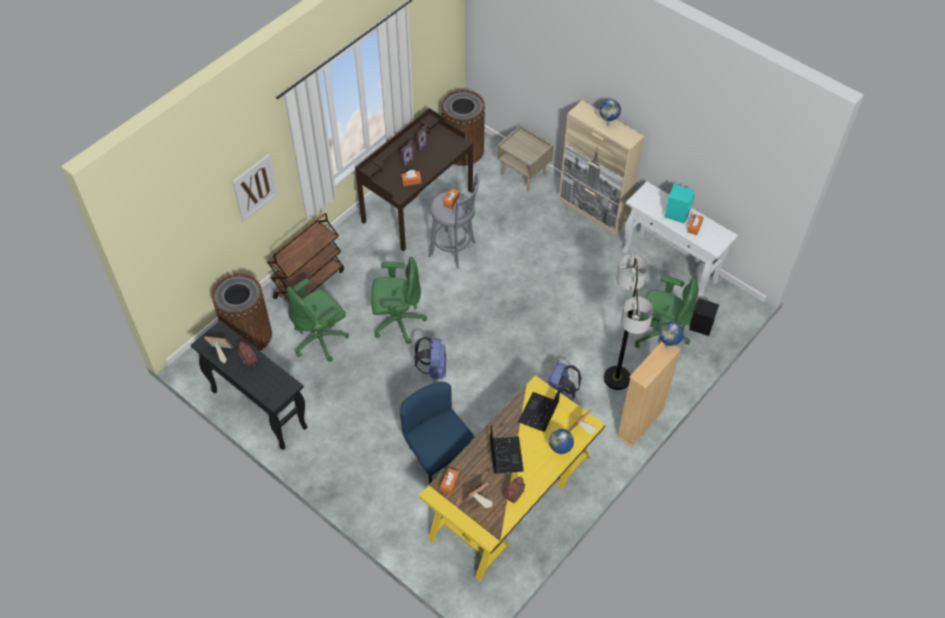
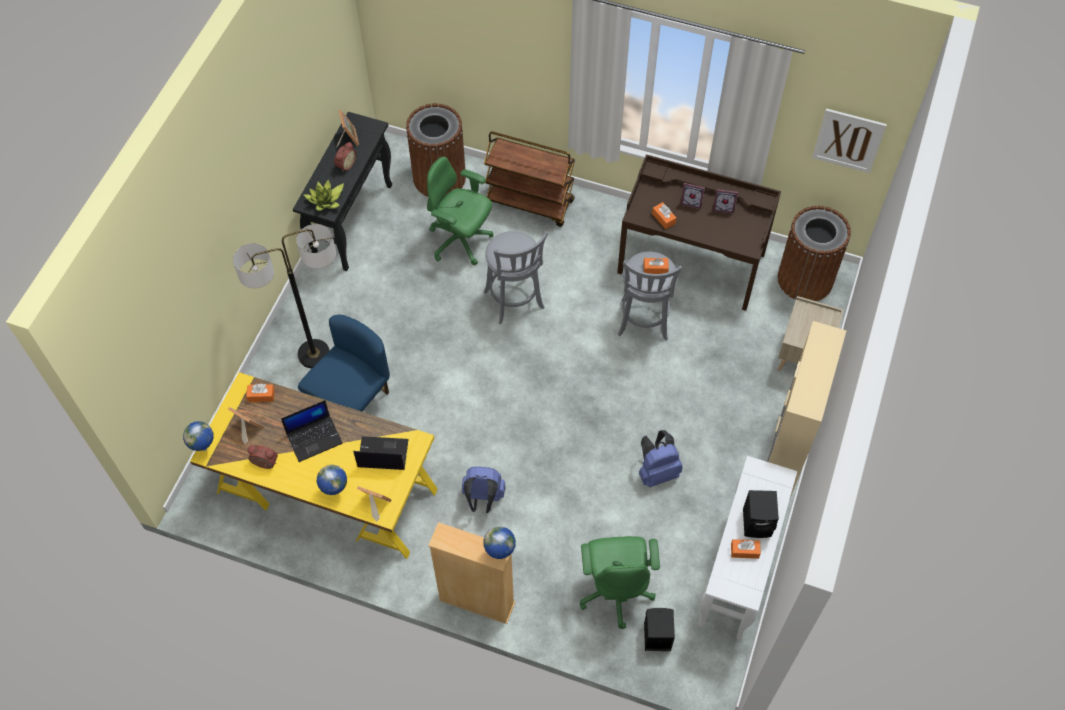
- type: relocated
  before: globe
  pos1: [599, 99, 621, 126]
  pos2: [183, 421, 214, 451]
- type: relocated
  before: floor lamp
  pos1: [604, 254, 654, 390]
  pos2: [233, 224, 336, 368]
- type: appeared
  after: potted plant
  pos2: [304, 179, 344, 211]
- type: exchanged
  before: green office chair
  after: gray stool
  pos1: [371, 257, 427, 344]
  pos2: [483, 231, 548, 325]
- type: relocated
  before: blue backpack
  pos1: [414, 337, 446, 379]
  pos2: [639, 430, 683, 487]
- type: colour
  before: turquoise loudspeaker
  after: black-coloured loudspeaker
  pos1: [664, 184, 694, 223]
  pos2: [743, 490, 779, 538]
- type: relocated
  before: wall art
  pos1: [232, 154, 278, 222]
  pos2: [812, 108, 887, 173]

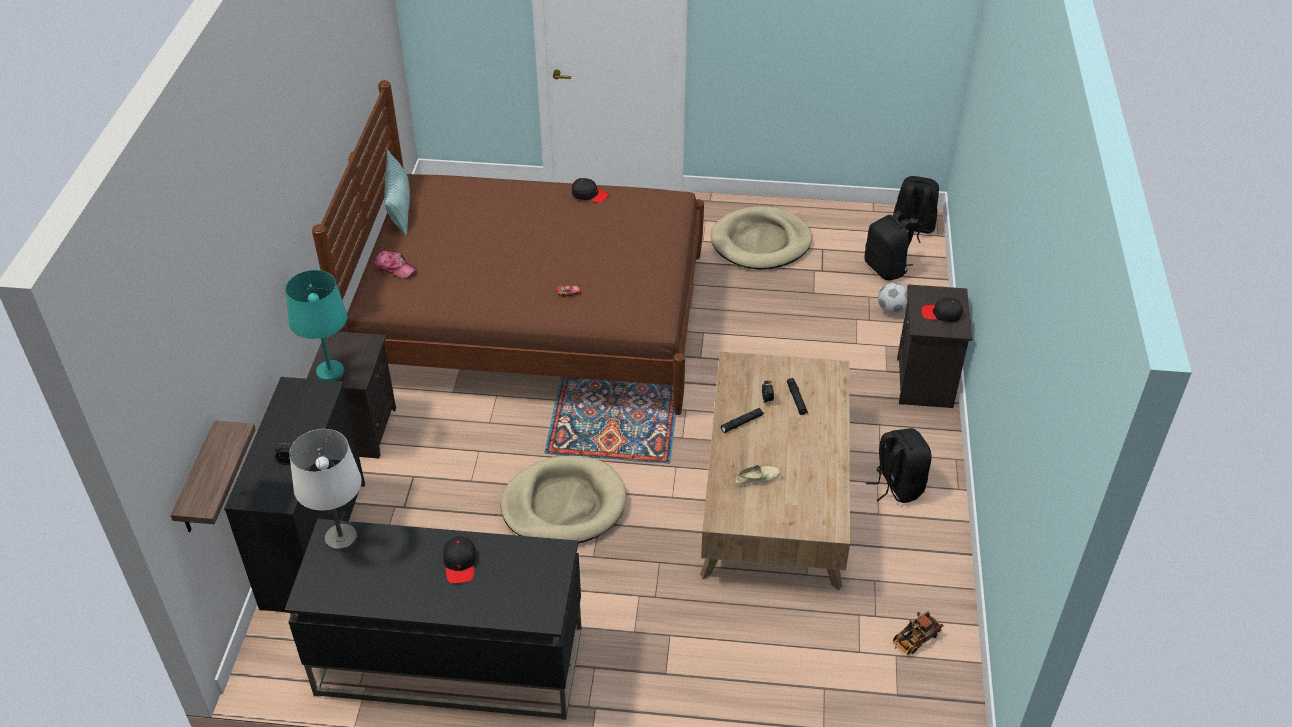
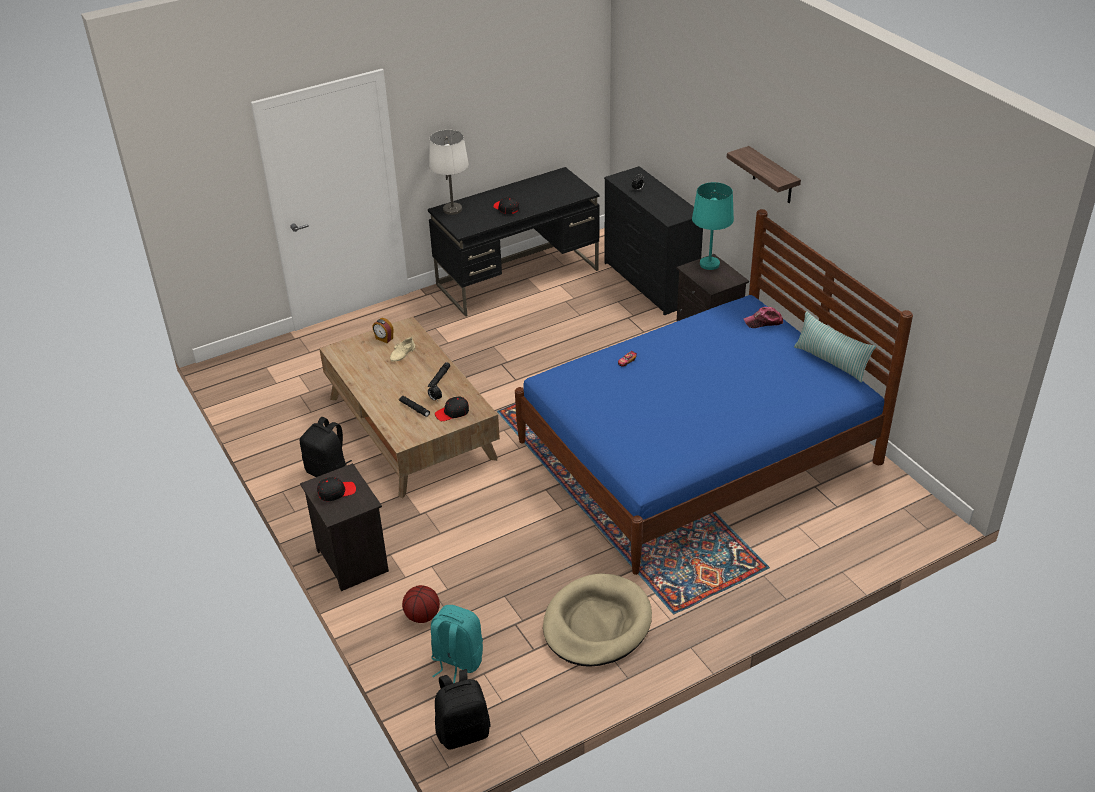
- type: appeared
  after: alarm clock
  pos2: [372, 318, 393, 343]
- type: exchanged
  before: football ball
  after: ball for basketball
  pos1: [878, 282, 908, 314]
  pos2: [402, 585, 440, 623]
- type: relocated
  before: white-coloured table lamp
  pos1: [289, 429, 362, 552]
  pos2: [429, 130, 469, 215]
- type: colour
  before: black-coloured backpack
  after: turquoise backpack
  pos1: [865, 211, 915, 280]
  pos2: [431, 605, 483, 683]
- type: relocated
  before: black-coloured peaked cap
  pos1: [572, 178, 608, 203]
  pos2: [435, 397, 469, 421]
- type: colour
  before: brown-coloured bedroom bed
  after: blue bedroom bed
  pos1: [312, 80, 704, 415]
  pos2: [515, 209, 913, 575]
- type: relocated
  before: wall shelf
  pos1: [170, 421, 256, 532]
  pos2: [727, 146, 801, 203]
- type: missing
  before: beige dog bed
  pos1: [501, 456, 626, 544]
- type: missing
  before: toy lorry
  pos1: [893, 611, 943, 655]

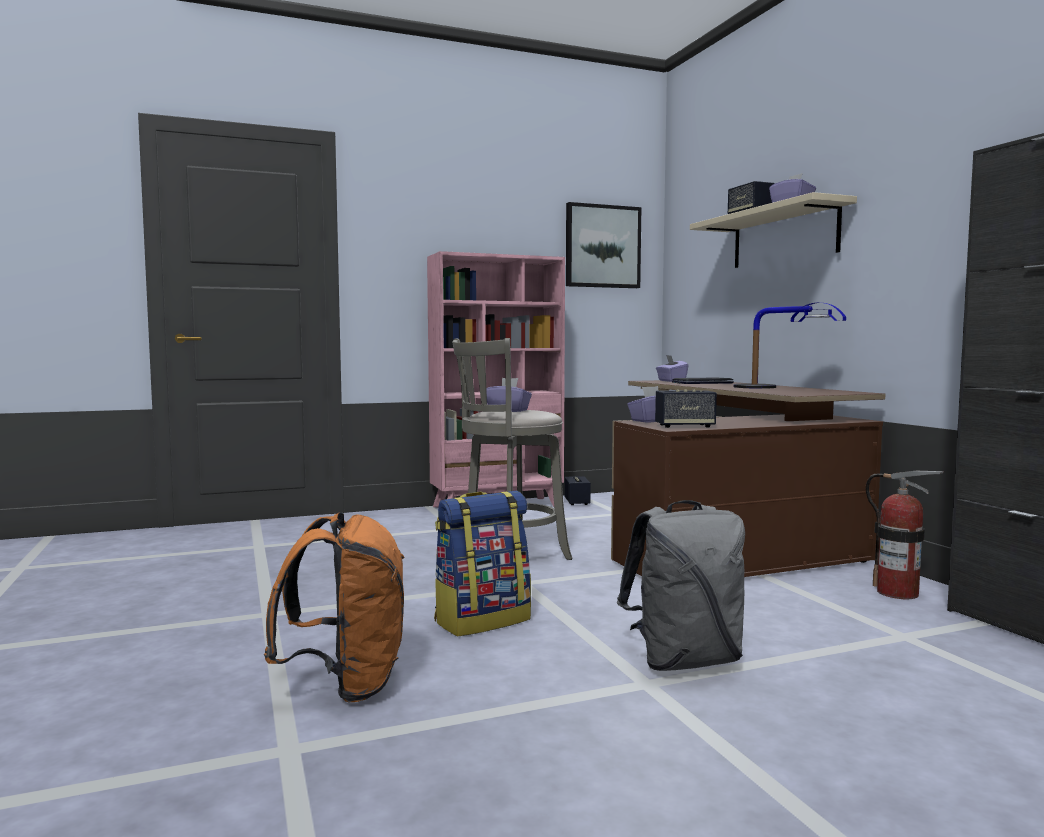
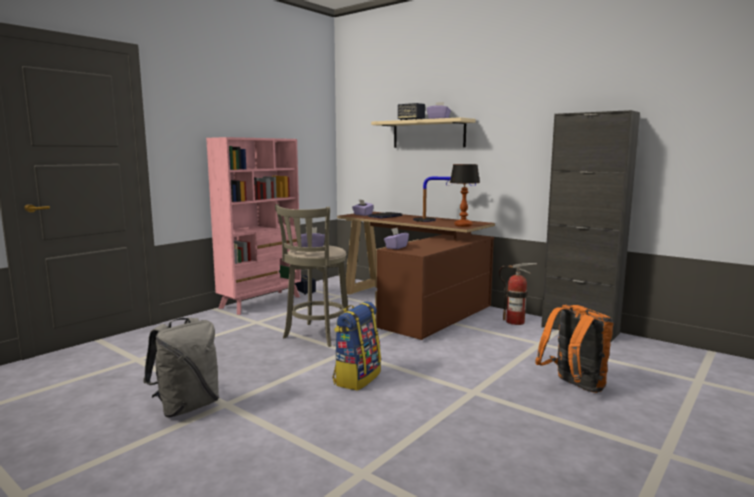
- type: relocated
  before: gray backpack
  pos1: [617, 500, 745, 671]
  pos2: [143, 318, 219, 418]
- type: appeared
  after: table lamp
  pos2: [450, 164, 480, 227]
- type: relocated
  before: orangey backpack
  pos1: [264, 512, 405, 702]
  pos2: [535, 305, 613, 393]
- type: missing
  before: wall art
  pos1: [566, 202, 641, 288]
- type: missing
  before: loudspeaker
  pos1: [655, 390, 717, 428]

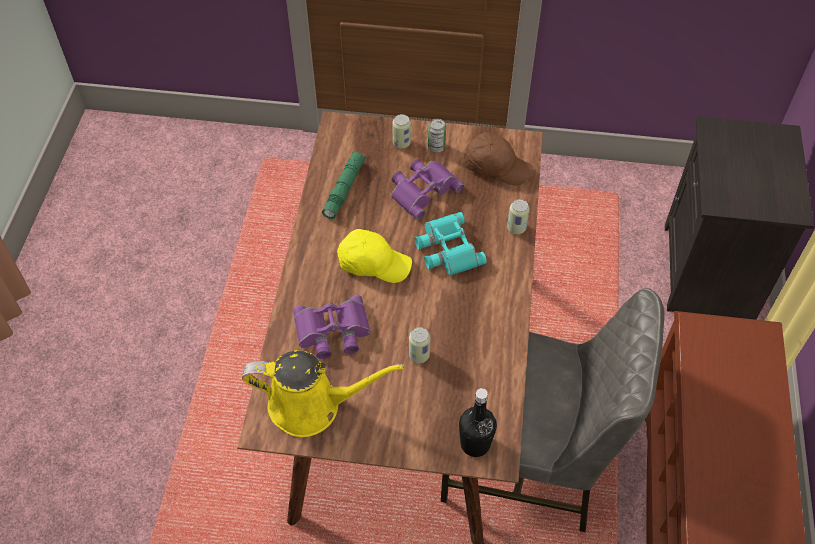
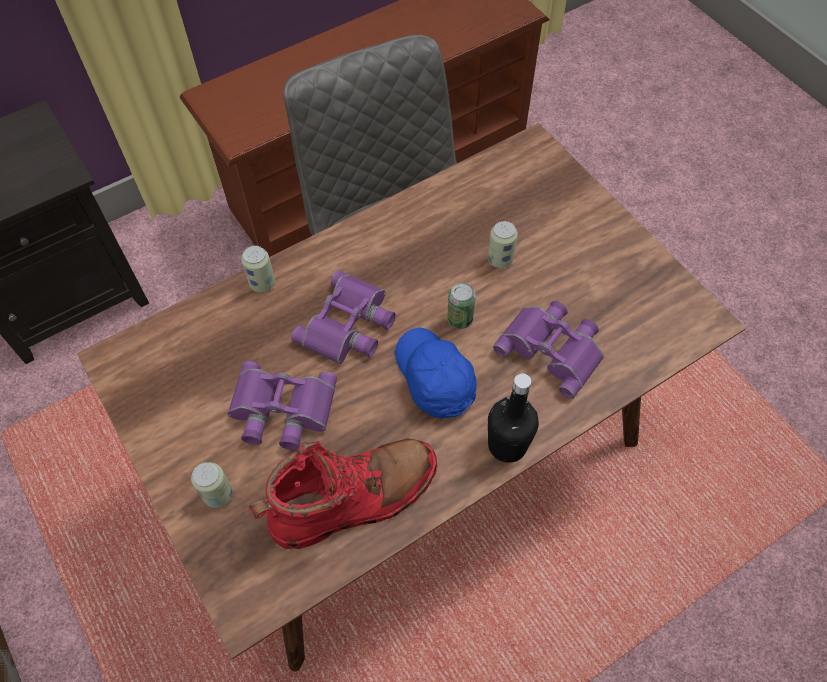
- type: exchanged
  before: green flashlight
  after: reddish high-top boot
  pos1: [322, 152, 366, 219]
  pos2: [249, 438, 437, 549]
- type: colour
  before: turquoise binoculars
  after: purplish binoculars
  pos1: [415, 212, 487, 276]
  pos2: [291, 270, 396, 364]
- type: colour
  before: yellowish peaked cap
  after: blue peaked cap
  pos1: [337, 229, 412, 283]
  pos2: [395, 328, 477, 418]
- type: relocated
  before: metal can
  pos1: [428, 119, 446, 152]
  pos2: [447, 282, 476, 329]
- type: relocated
  before: black-coloured drink bottle
  pos1: [459, 388, 497, 457]
  pos2: [488, 373, 539, 463]
- type: missing
  before: yellowish watering pot
  pos1: [242, 350, 404, 437]
- type: missing
  before: brown-coloured peaked cap
  pos1: [465, 132, 533, 186]

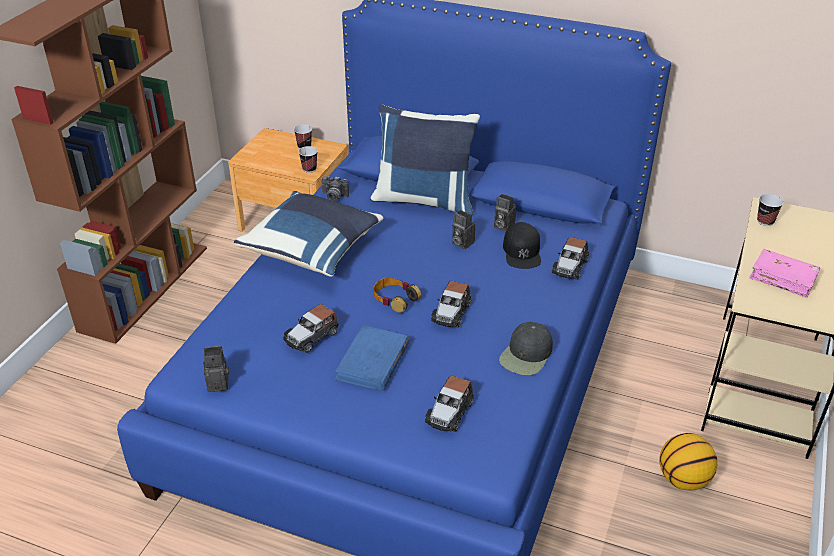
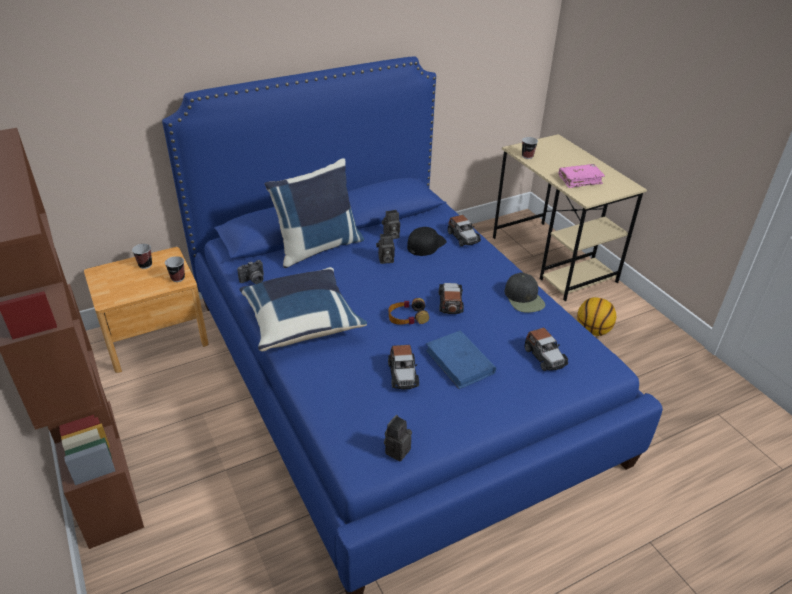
- type: spun
  before: black-coloured peaked cap
  pos1: [503, 222, 541, 269]
  pos2: [407, 227, 446, 256]
  turn: -90
- type: spun
  before: model car
  pos1: [431, 281, 471, 328]
  pos2: [439, 283, 464, 314]
  turn: -150

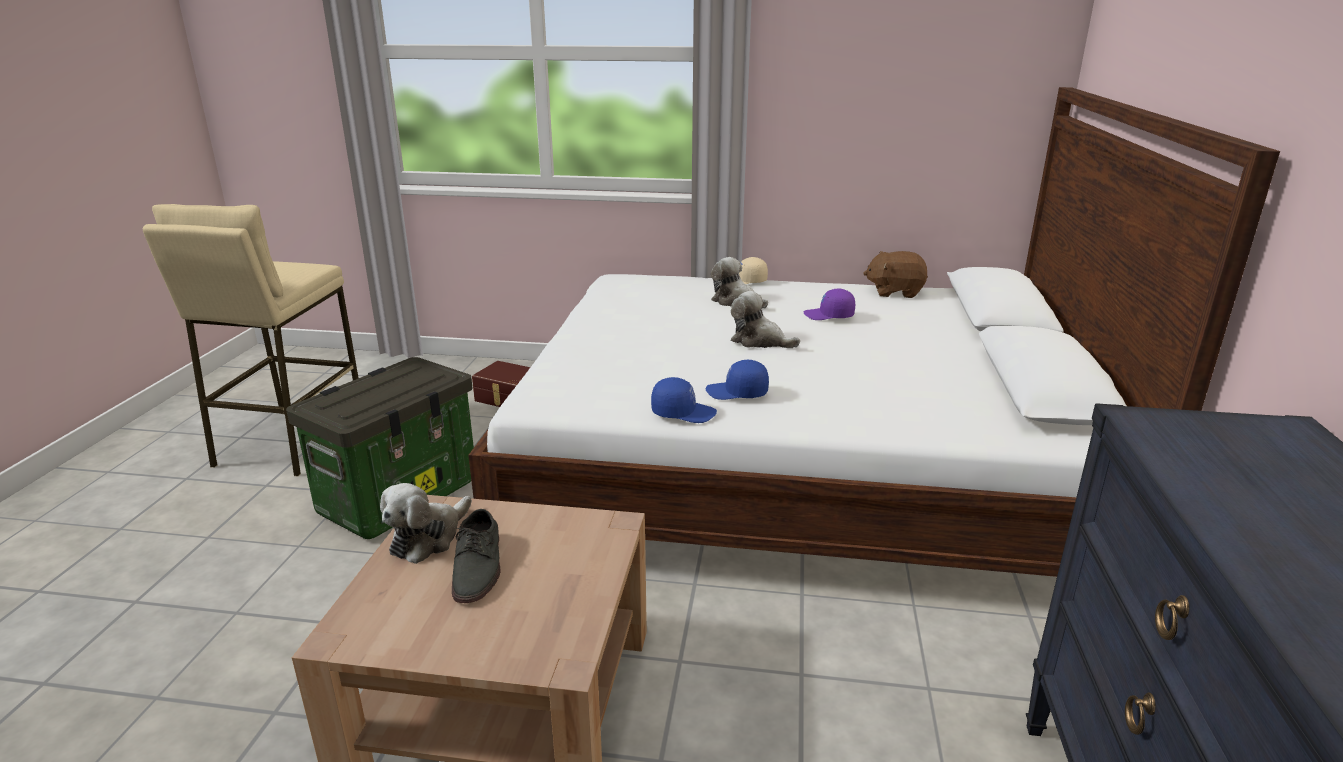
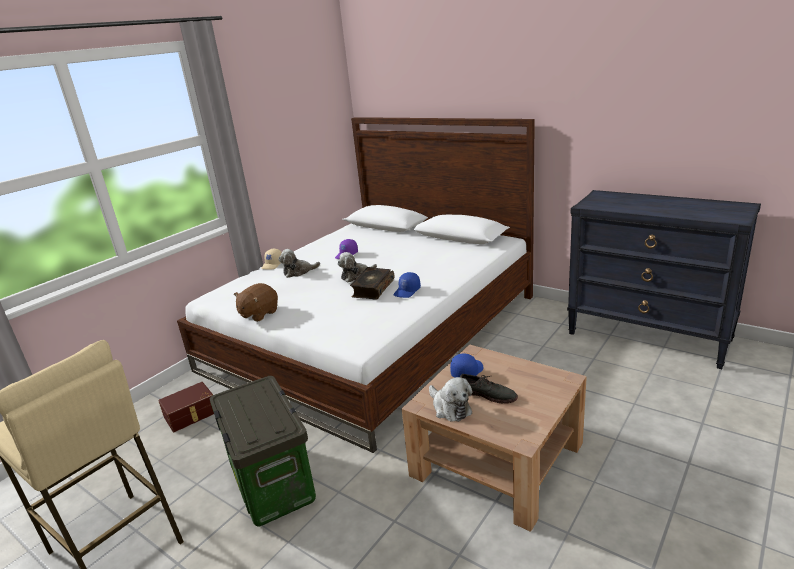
- type: relocated
  before: brown-coloured plush toy
  pos1: [863, 251, 928, 298]
  pos2: [234, 283, 278, 322]
- type: appeared
  after: bound book
  pos2: [350, 267, 394, 300]
- type: relocated
  before: blue peaked cap
  pos1: [651, 377, 717, 423]
  pos2: [450, 353, 484, 378]

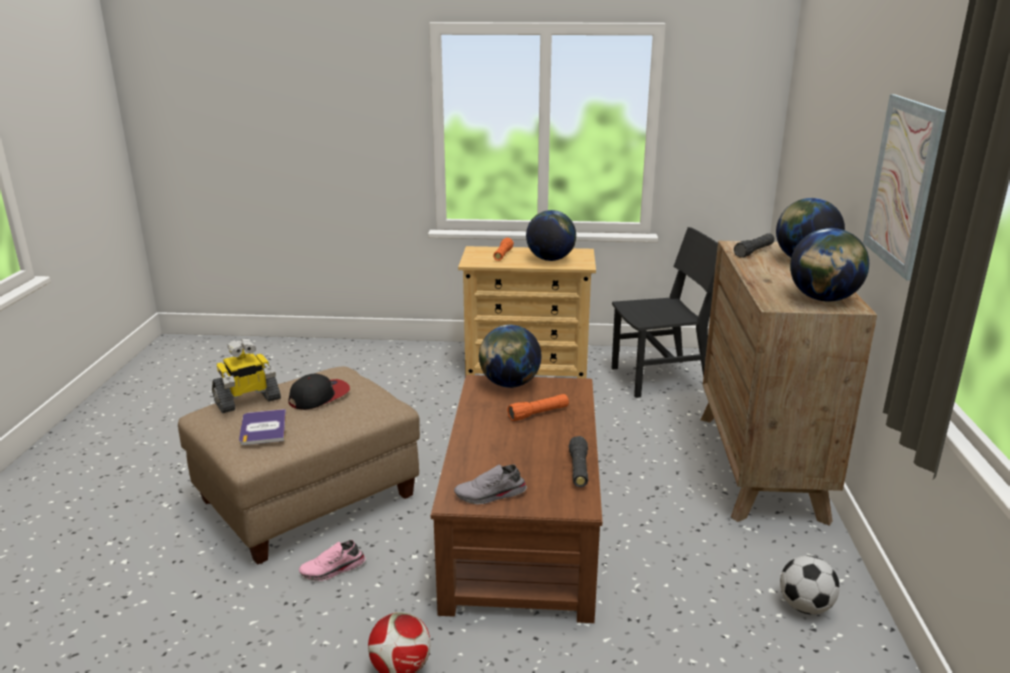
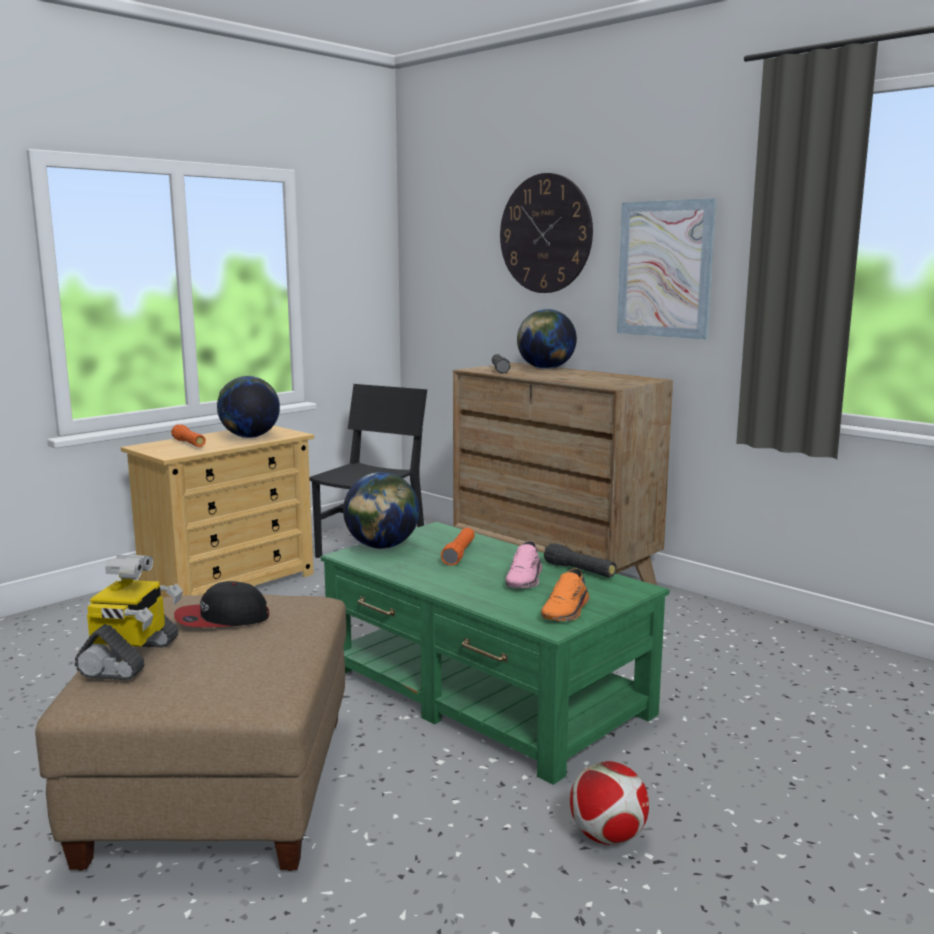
- type: spun
  before: peaked cap
  pos1: [289, 373, 350, 410]
  pos2: [174, 581, 269, 627]
  turn: -105
- type: colour
  before: brown-coloured lounge table
  after: green lounge table
  pos1: [431, 375, 602, 623]
  pos2: [321, 522, 669, 785]
- type: appeared
  after: wall clock
  pos2: [500, 173, 593, 293]
- type: relocated
  before: pink-coloured low shoe
  pos1: [299, 540, 366, 581]
  pos2: [505, 541, 542, 588]
- type: colour
  before: gray low shoe
  after: orangey low shoe
  pos1: [454, 464, 527, 504]
  pos2: [541, 568, 590, 621]
- type: missing
  before: bound book
  pos1: [239, 409, 286, 445]
- type: missing
  before: football ball
  pos1: [780, 556, 840, 615]
- type: missing
  before: globe
  pos1: [790, 228, 869, 302]

